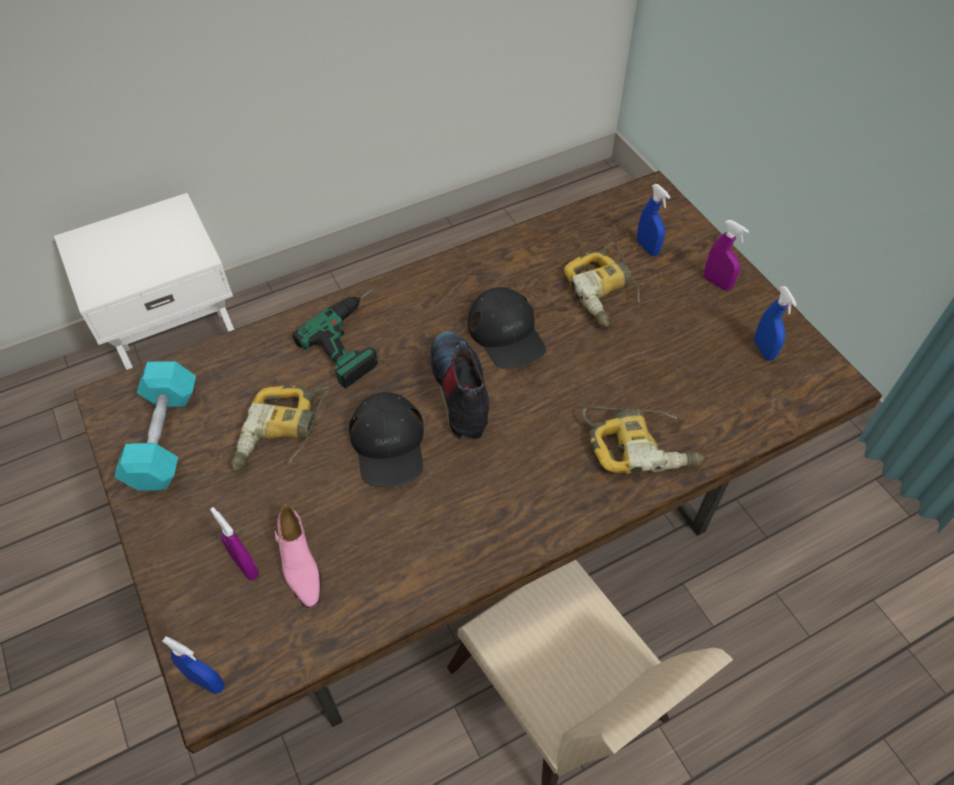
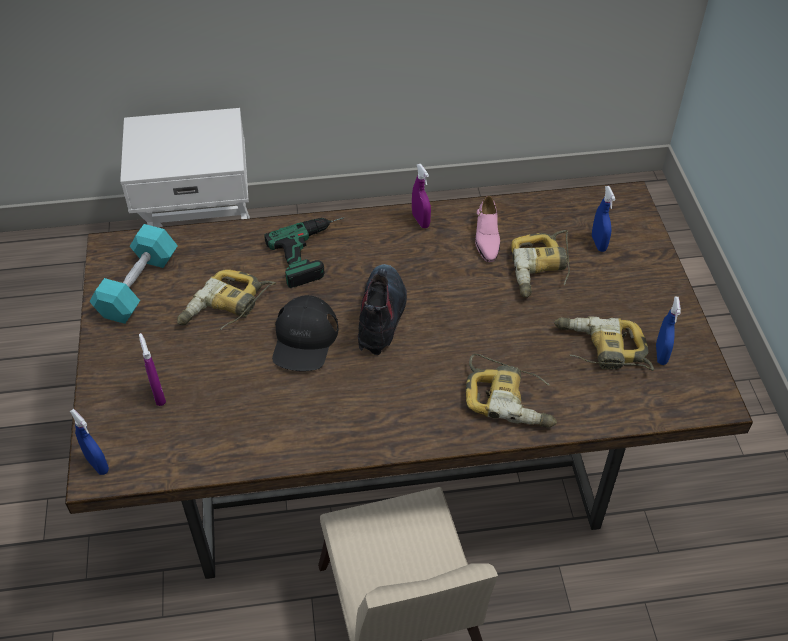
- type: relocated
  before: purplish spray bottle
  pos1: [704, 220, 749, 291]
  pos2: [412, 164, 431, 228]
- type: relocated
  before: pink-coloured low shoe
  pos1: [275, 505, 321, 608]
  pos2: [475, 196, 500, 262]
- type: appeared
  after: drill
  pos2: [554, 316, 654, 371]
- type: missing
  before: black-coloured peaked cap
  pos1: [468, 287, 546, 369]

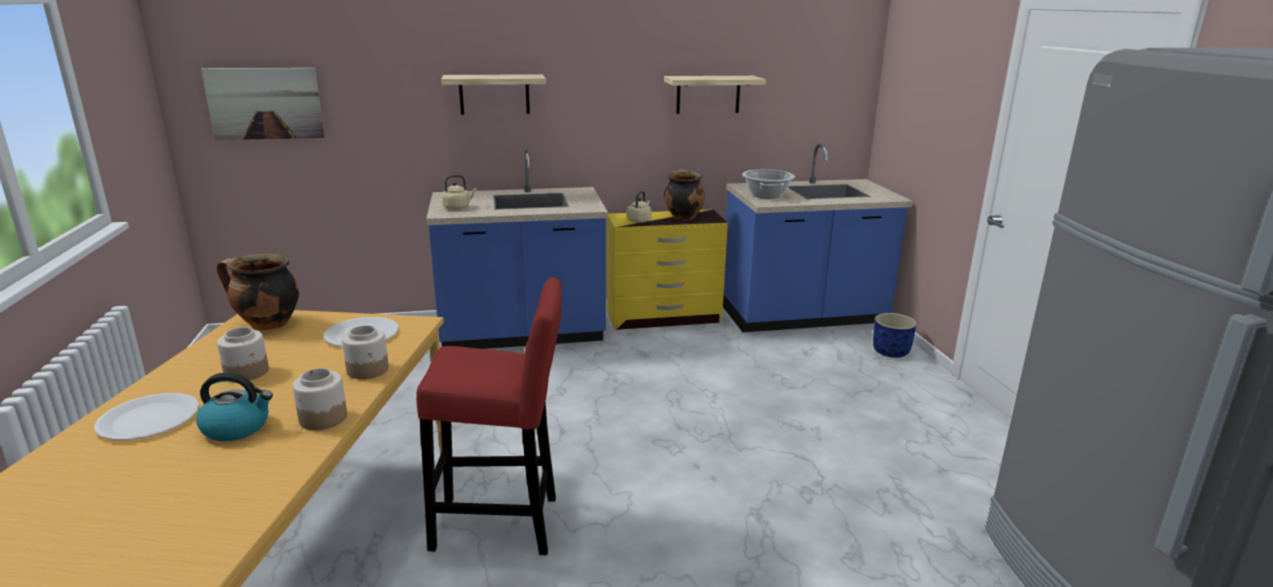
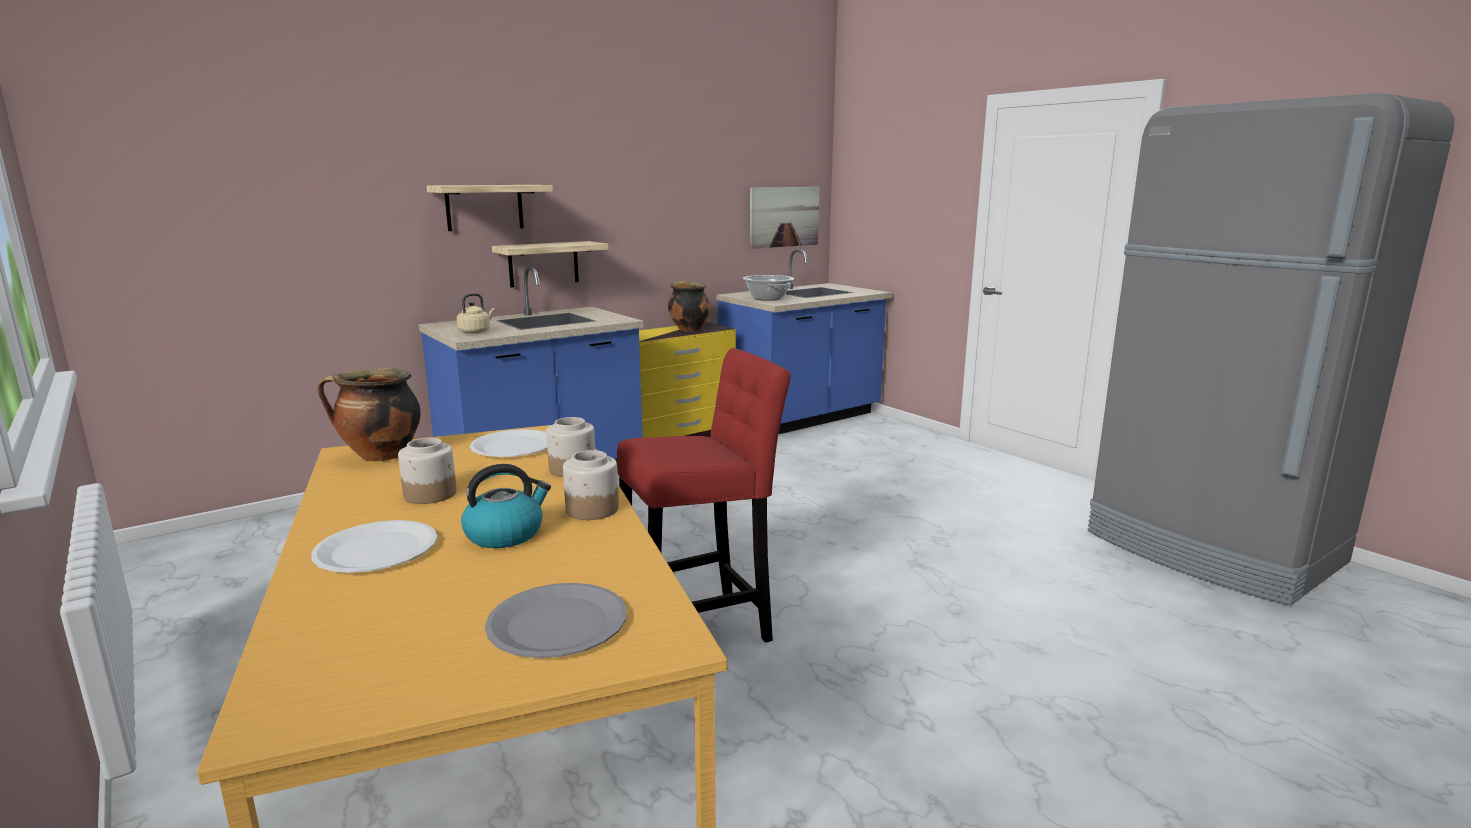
- type: appeared
  after: gray plate
  pos2: [485, 583, 627, 658]
- type: relocated
  before: wall shelf
  pos1: [664, 76, 766, 114]
  pos2: [492, 241, 608, 288]
- type: relocated
  before: wall art
  pos1: [201, 68, 325, 140]
  pos2: [750, 187, 820, 249]
- type: missing
  before: beige kettle
  pos1: [627, 191, 652, 223]
- type: missing
  before: blue plant pot
  pos1: [873, 313, 917, 358]

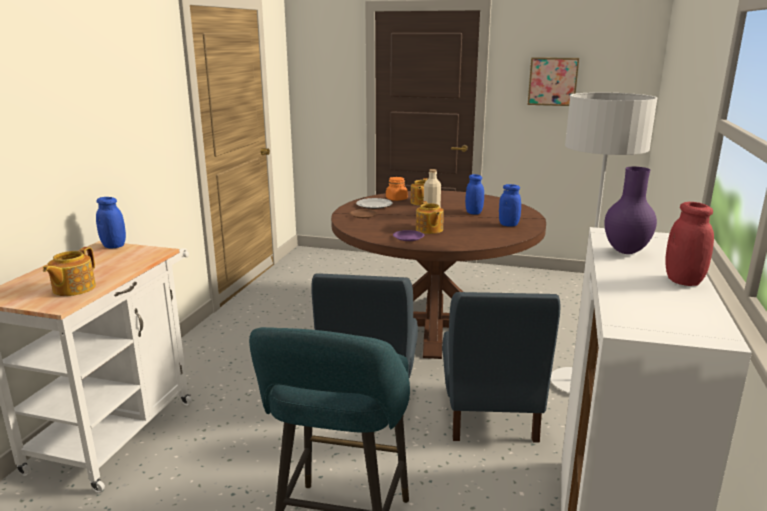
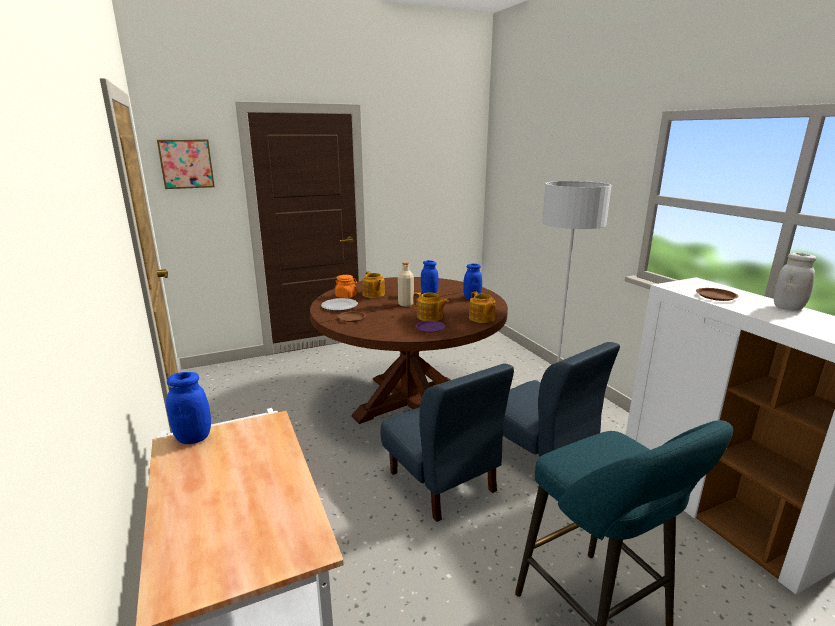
- type: relocated
  before: wall art
  pos1: [528, 57, 579, 106]
  pos2: [157, 140, 215, 189]
- type: relocated
  before: tea pot
  pos1: [43, 247, 96, 296]
  pos2: [469, 292, 496, 323]
- type: exchanged
  before: purplish decorative vase
  after: brown-coloured plate
  pos1: [604, 167, 657, 254]
  pos2: [696, 288, 739, 301]
- type: colour
  before: reddish storage jar
  after: white-coloured storage jar
  pos1: [665, 202, 714, 286]
  pos2: [774, 253, 816, 310]

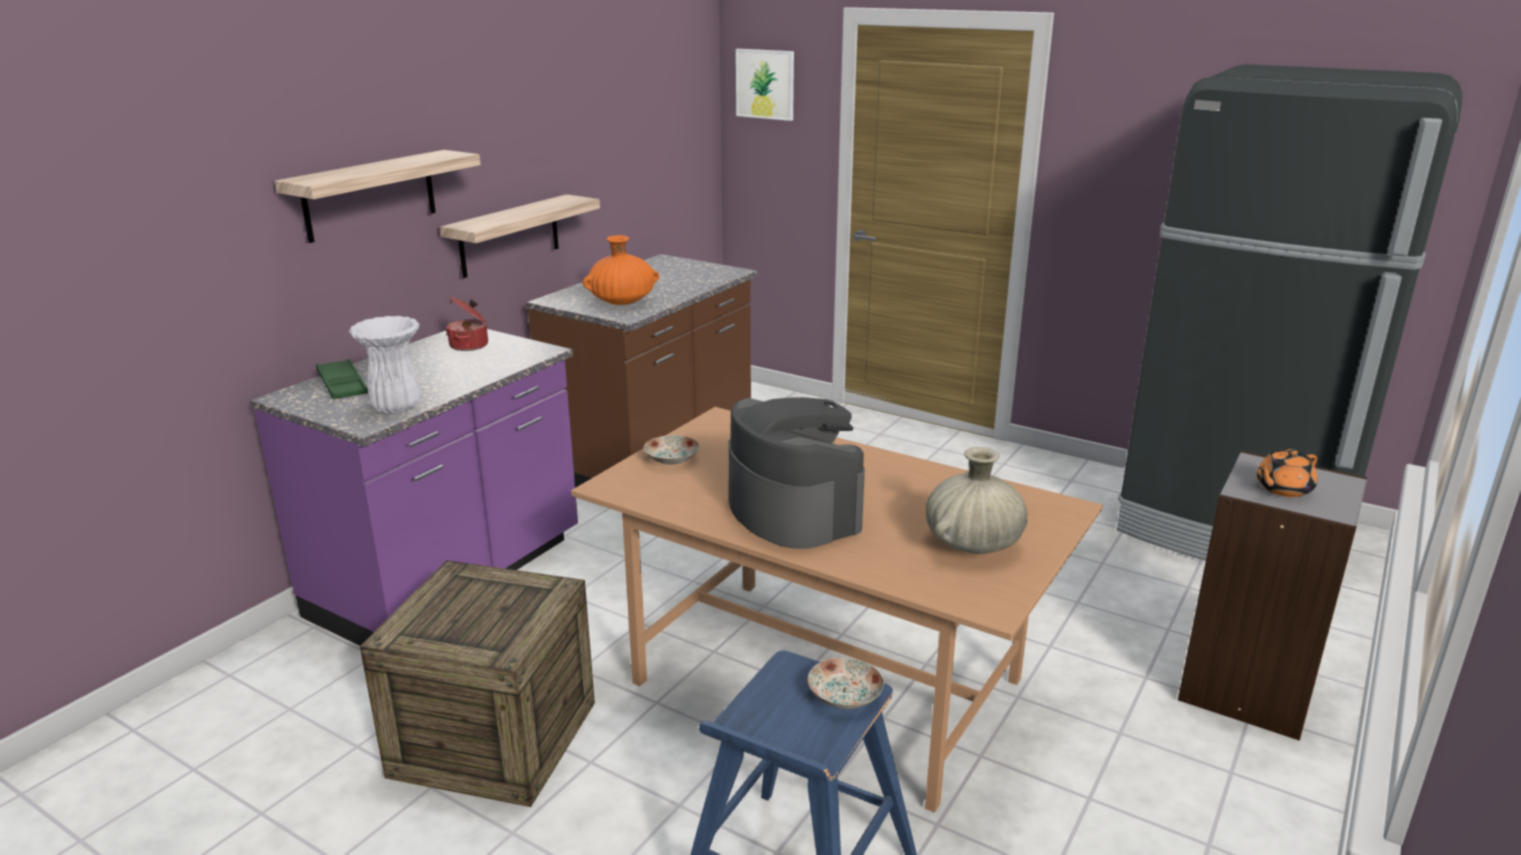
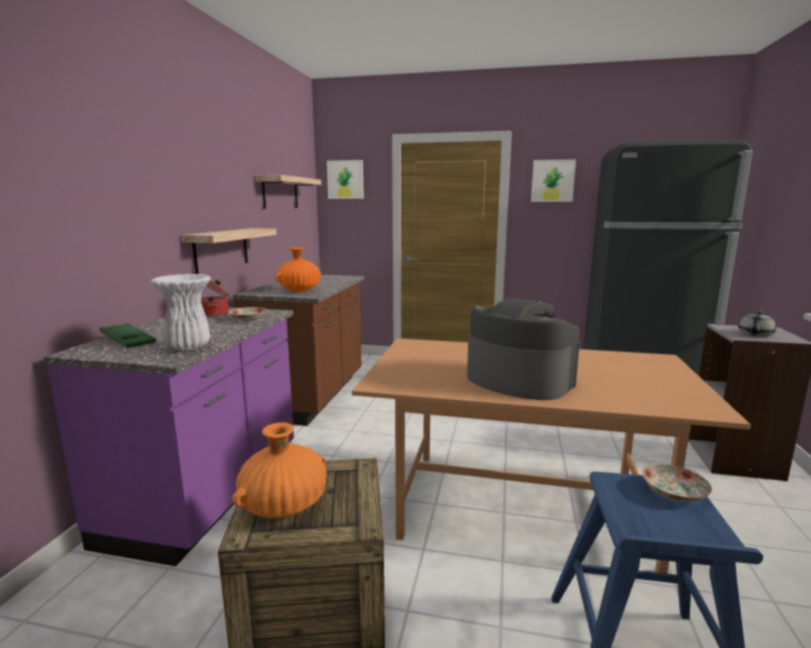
- type: relocated
  before: plate
  pos1: [644, 435, 700, 464]
  pos2: [229, 307, 268, 322]
- type: appeared
  after: orangey decorative vase
  pos2: [232, 422, 326, 518]
- type: relocated
  before: wall shelf
  pos1: [275, 150, 481, 243]
  pos2: [256, 175, 321, 208]
- type: appeared
  after: wall art
  pos2: [531, 159, 576, 202]
- type: colour
  before: orangey tea pot
  after: gray tea pot
  pos1: [1256, 449, 1317, 497]
  pos2: [738, 310, 776, 337]
- type: missing
  before: beige decorative vase
  pos1: [926, 447, 1028, 554]

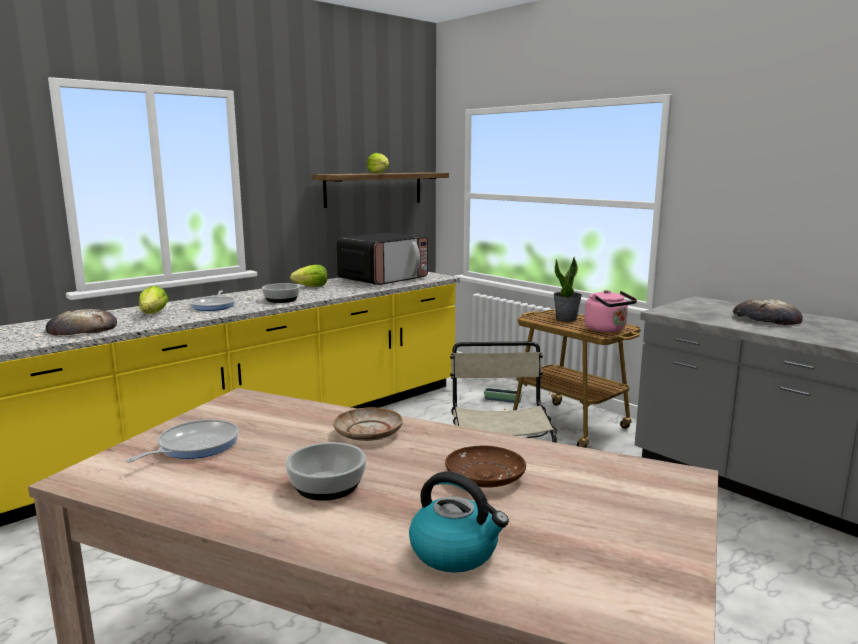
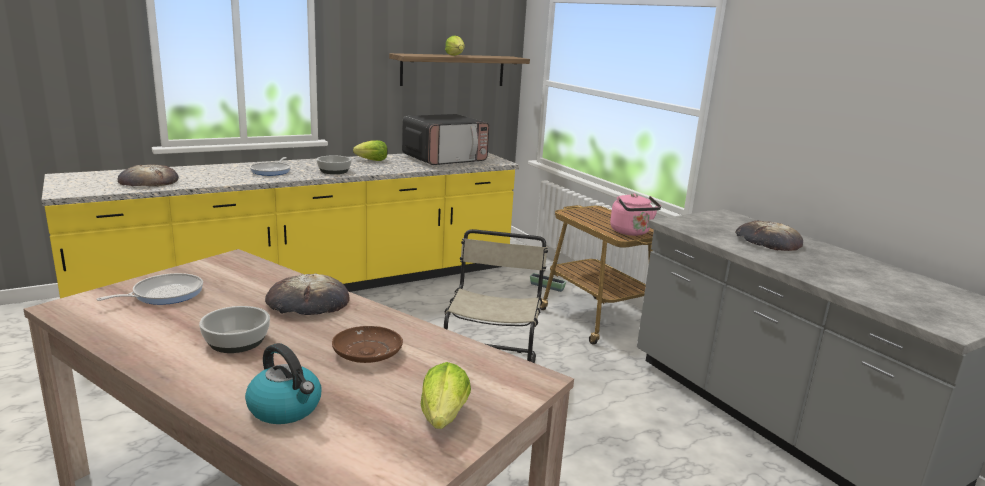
- type: exchanged
  before: beige plate
  after: baked bread
  pos1: [333, 407, 403, 441]
  pos2: [265, 273, 350, 315]
- type: relocated
  before: lettuce head
  pos1: [139, 286, 168, 314]
  pos2: [421, 362, 471, 429]
- type: missing
  before: potted plant
  pos1: [553, 257, 582, 322]

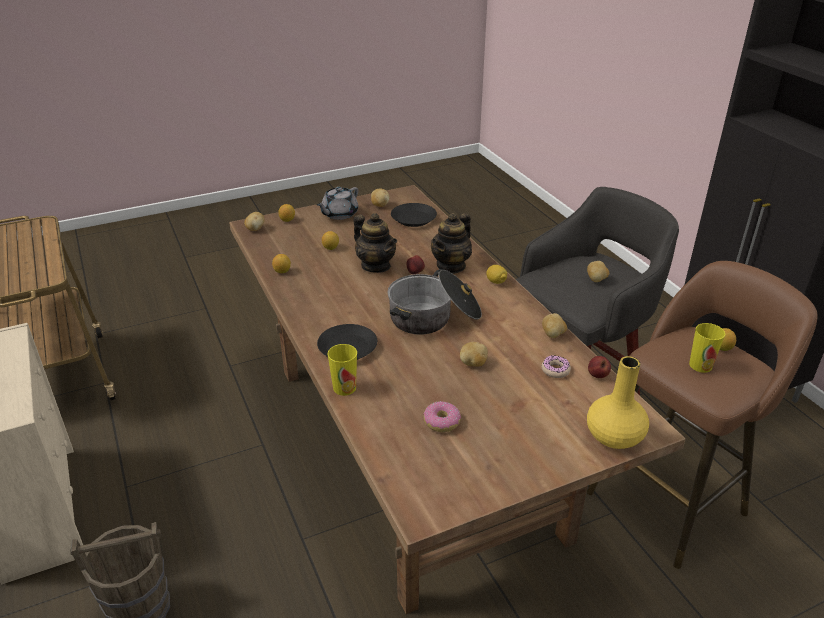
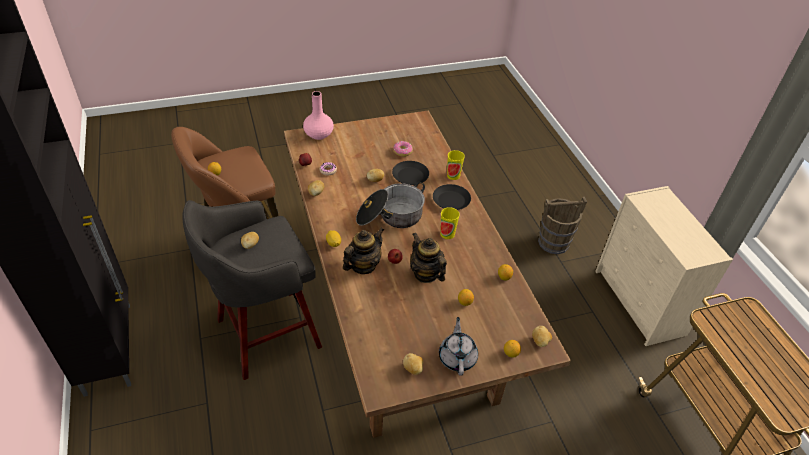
- type: colour
  before: yellowish decorative vase
  after: pink-coloured decorative vase
  pos1: [587, 356, 649, 449]
  pos2: [303, 91, 334, 140]
- type: relocated
  before: black-coloured plate
  pos1: [391, 203, 437, 227]
  pos2: [392, 161, 429, 185]
- type: spun
  before: gray tea pot
  pos1: [317, 187, 358, 220]
  pos2: [439, 317, 478, 376]
  turn: -45
- type: relocated
  before: drinking cup
  pos1: [689, 323, 725, 373]
  pos2: [440, 207, 460, 239]

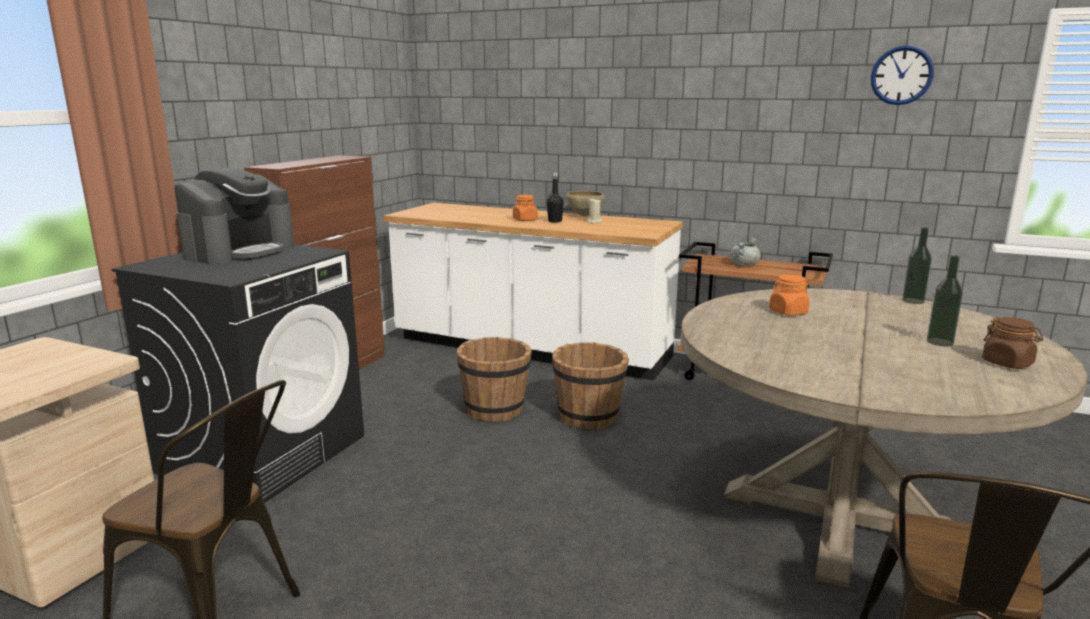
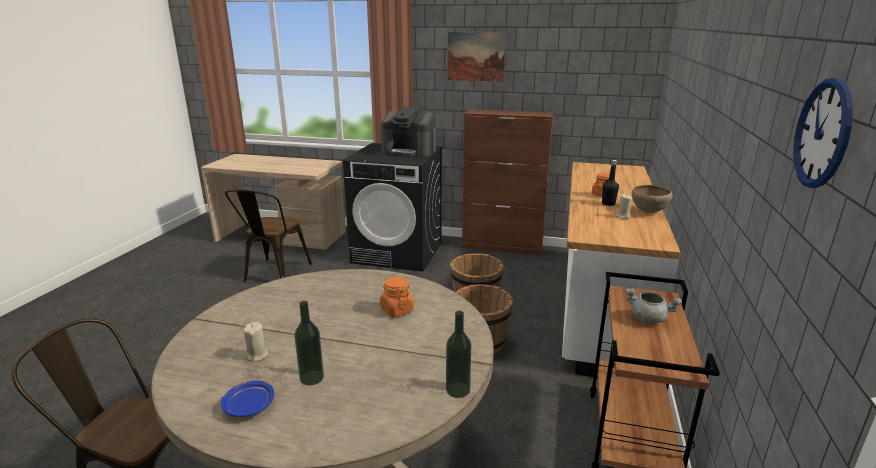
- type: exchanged
  before: brown-coloured storage jar
  after: blue plate
  pos1: [982, 317, 1043, 369]
  pos2: [221, 381, 274, 417]
- type: appeared
  after: beige wax candle
  pos2: [243, 322, 268, 362]
- type: appeared
  after: wall art
  pos2: [448, 32, 506, 82]

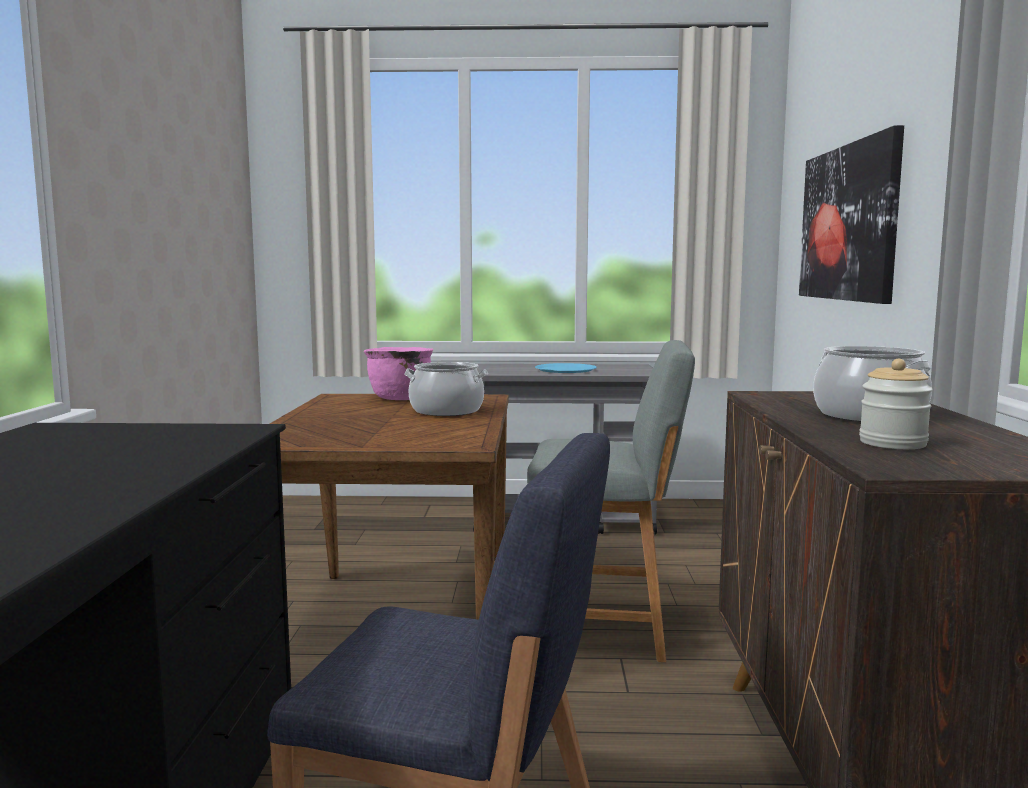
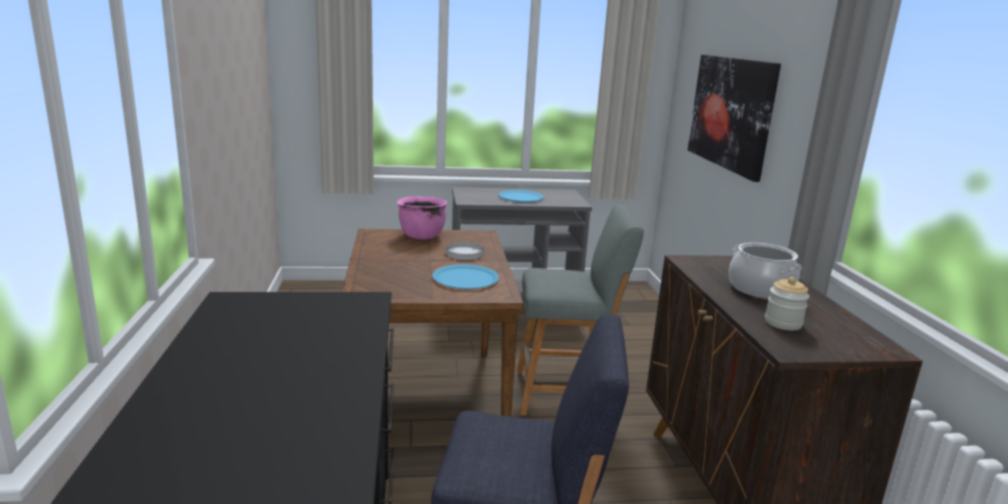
- type: appeared
  after: blue plate
  pos2: [432, 264, 499, 289]
- type: exchanged
  before: saucepot
  after: white-coloured plate
  pos1: [404, 362, 488, 416]
  pos2: [446, 242, 484, 260]

